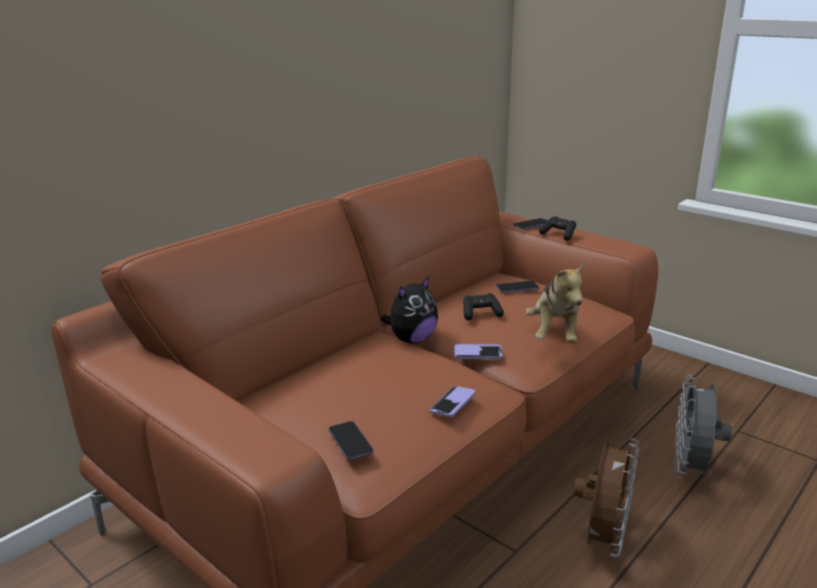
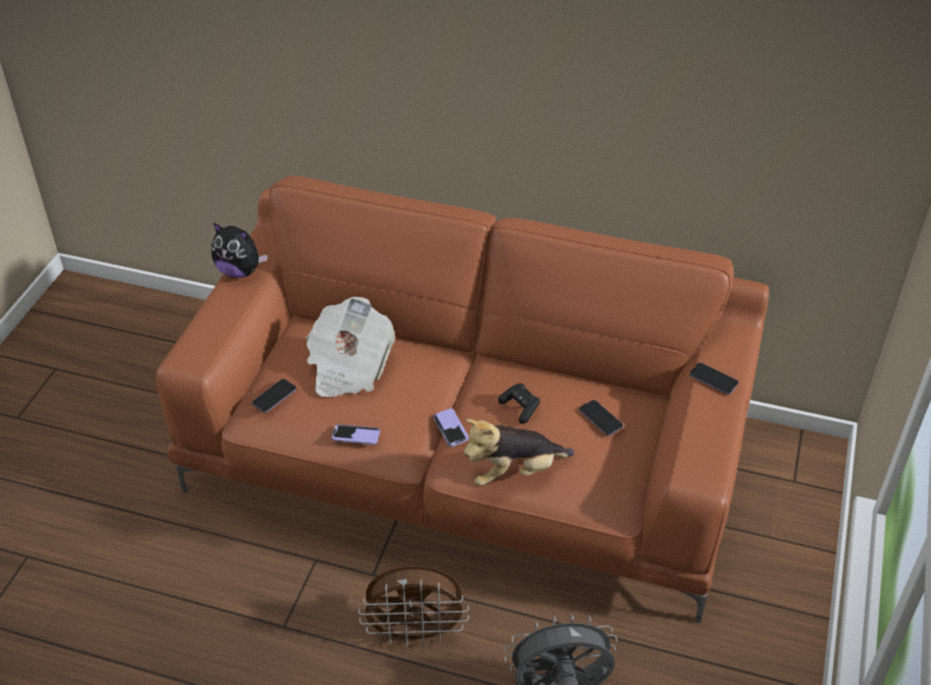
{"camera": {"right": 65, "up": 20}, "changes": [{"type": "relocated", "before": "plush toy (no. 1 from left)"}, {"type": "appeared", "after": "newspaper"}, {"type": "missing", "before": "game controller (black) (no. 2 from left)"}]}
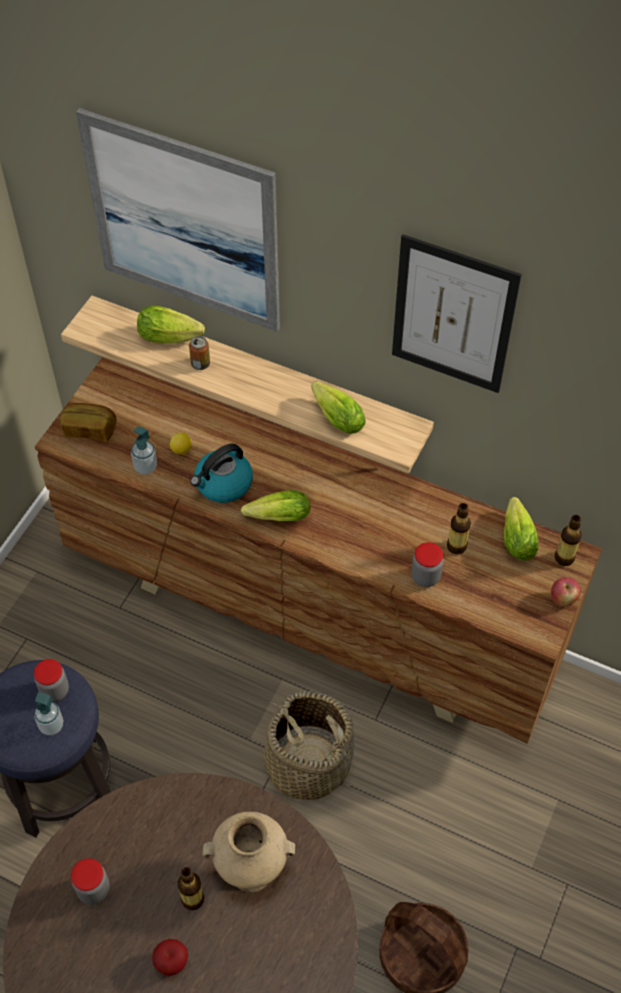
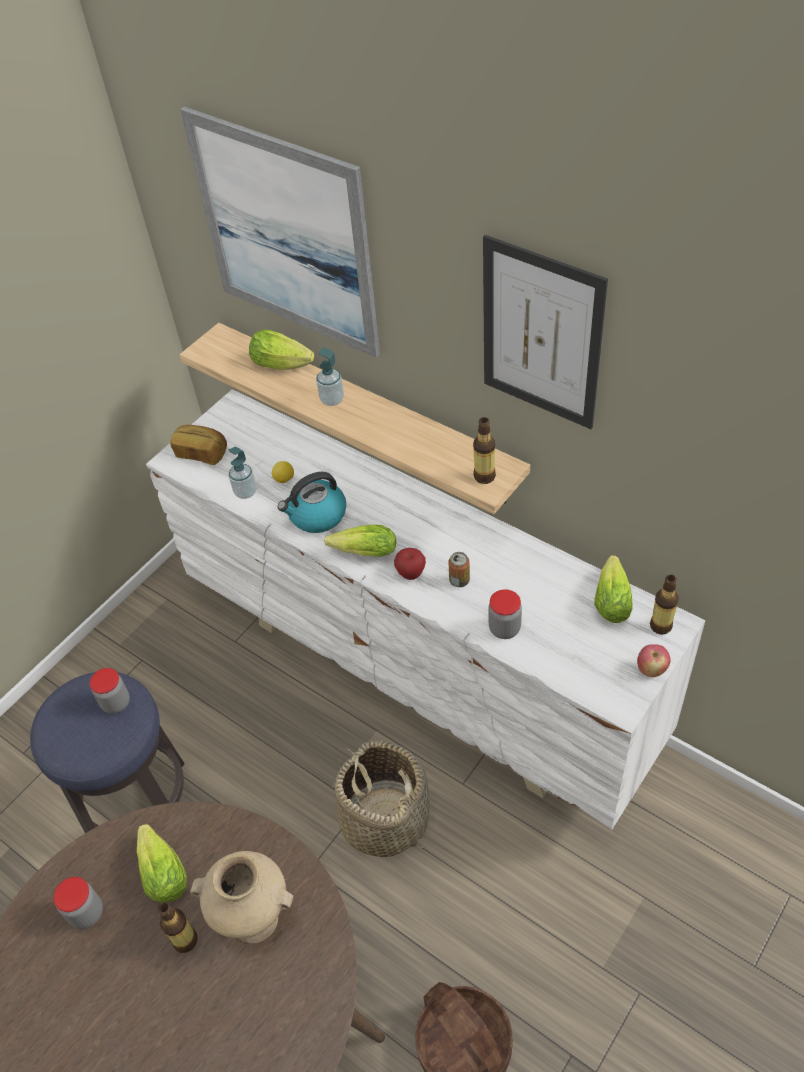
{"camera": {"right": 15, "up": -5}, "changes": [{"type": "relocated", "before": "lettuce (no. 3 from left in the first image)", "after": "lettuce (no. 1 from left)"}, {"type": "colour", "before": "cabinet (brown)", "after": "cabinet (white)"}, {"type": "relocated", "before": "soap dispenser (no. 1 from left in the first image)", "after": "soap dispenser (no. 2 from left)"}, {"type": "relocated", "before": "apple (no. 1 from left)"}, {"type": "relocated", "before": "can"}, {"type": "relocated", "before": "bottle (no. 2 from left)"}]}
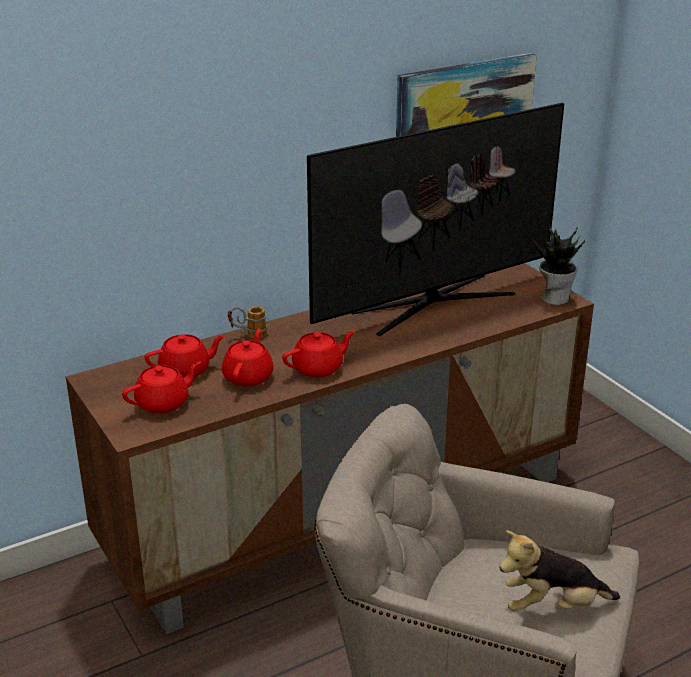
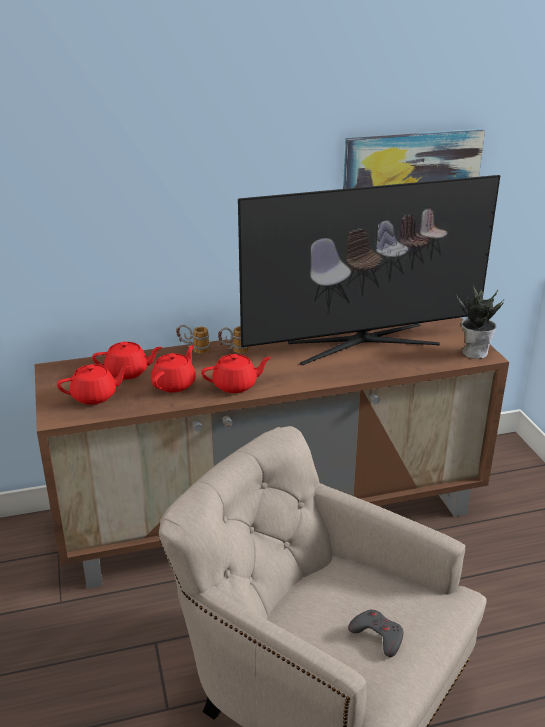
{"camera": {"right": 15, "up": 0}, "changes": [{"type": "appeared", "after": "mug (no. 2 from left)"}, {"type": "exchanged", "before": "plush toy", "after": "game controller (grey)"}]}
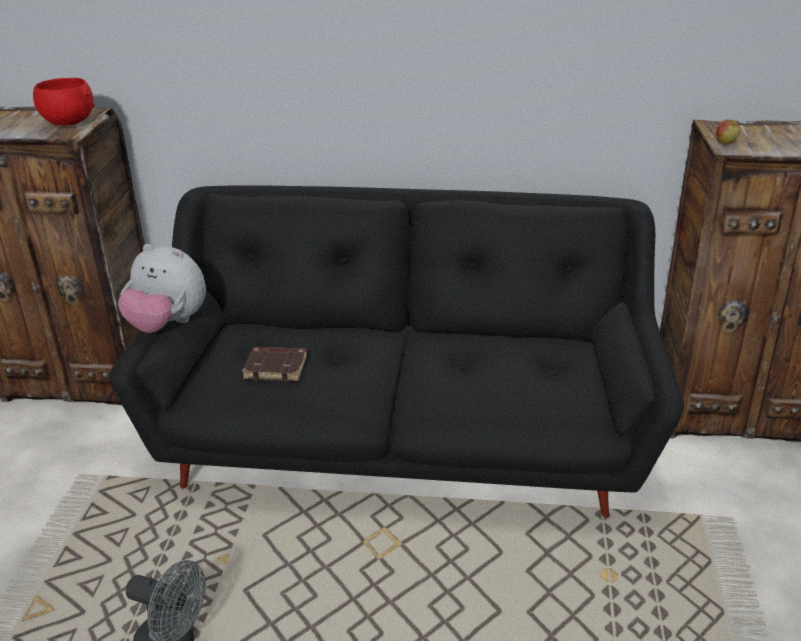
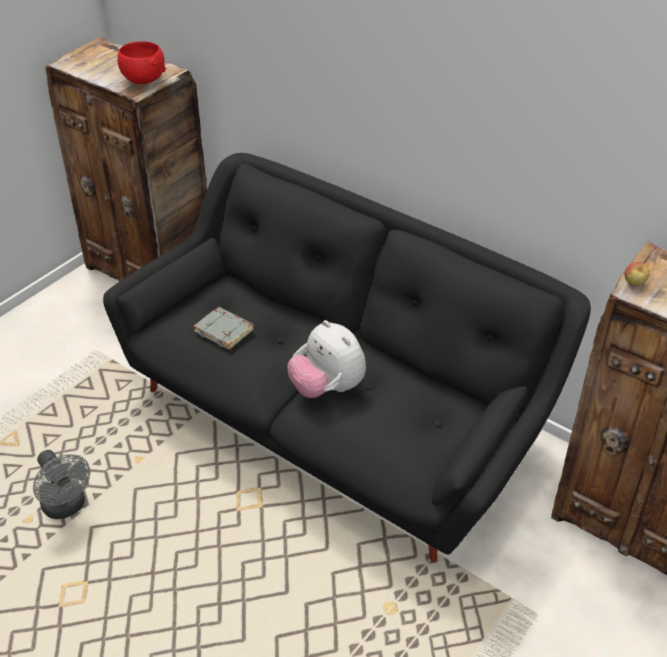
{"camera": {"right": 30, "up": 10}, "changes": [{"type": "colour", "before": "book (brown)", "after": "book (grey)"}, {"type": "relocated", "before": "plush toy"}]}
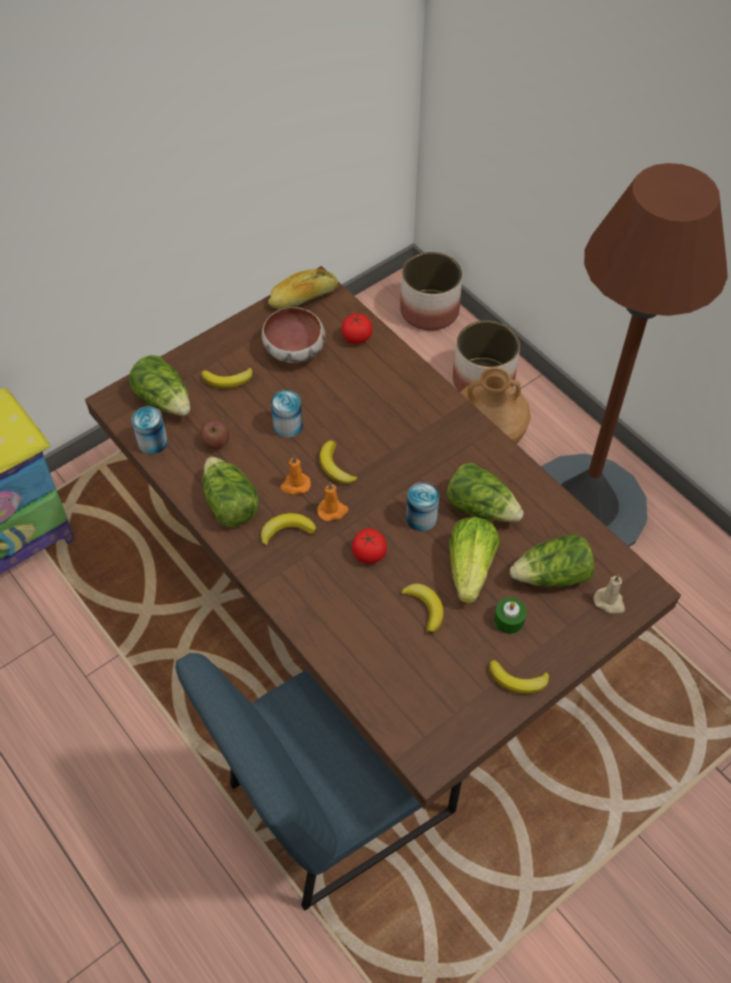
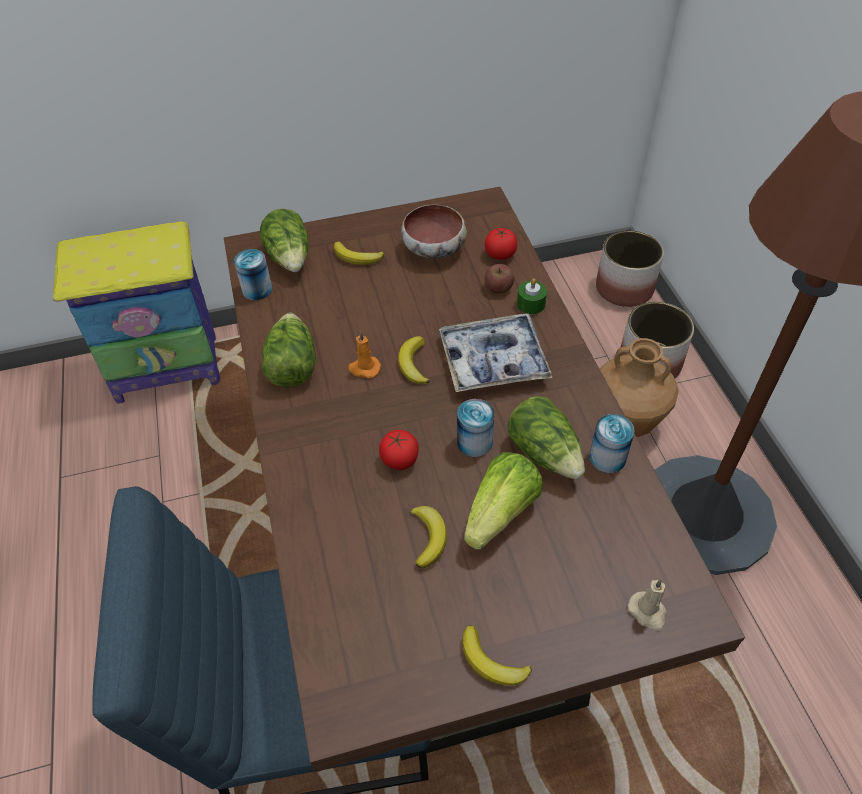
{"camera": {"right": 25, "up": -5}, "changes": [{"type": "appeared", "after": "tray"}, {"type": "relocated", "before": "apple"}, {"type": "relocated", "before": "candle (green)"}, {"type": "relocated", "before": "can (no. 2 from left in the first image)", "after": "can (no. 3 from left)"}, {"type": "missing", "before": "banana (no. 2 from left)"}, {"type": "missing", "before": "bread"}, {"type": "missing", "before": "candle (orange) (no. 2 from left)"}, {"type": "missing", "before": "lettuce (no. 5 from left)"}]}
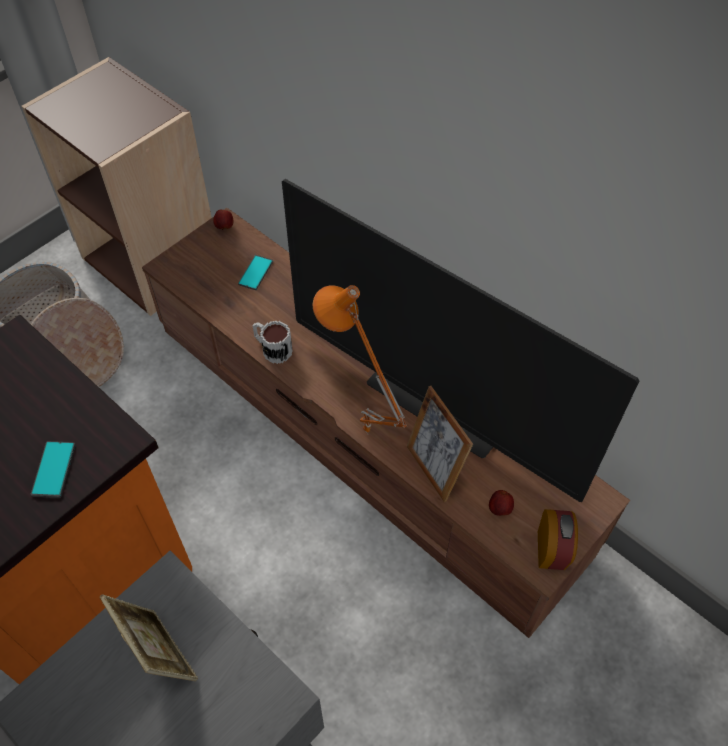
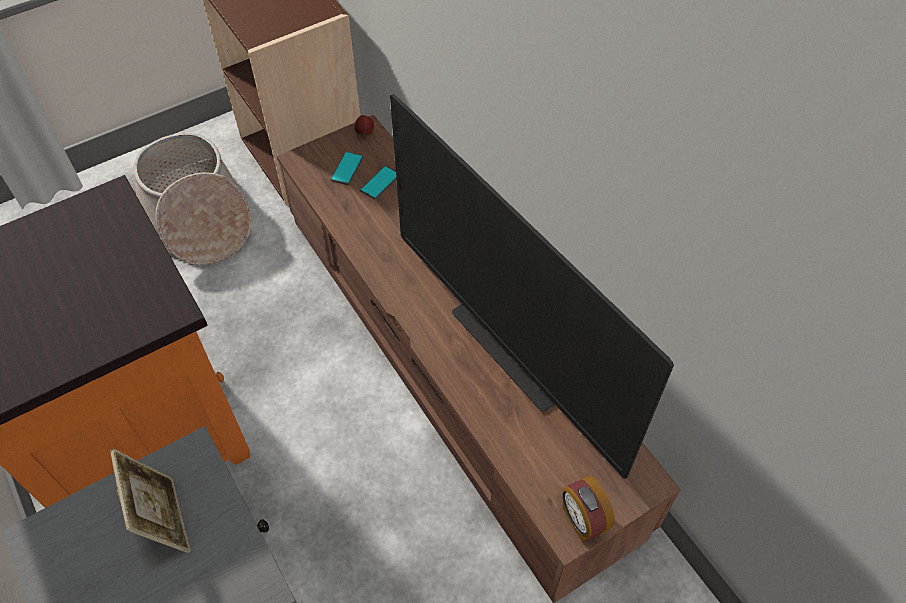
{"camera": {"right": 15, "up": 0}, "changes": [{"type": "relocated", "before": "phone (no. 1 from left)"}, {"type": "spun", "before": "alarm clock", "turn": 135}, {"type": "missing", "before": "mug"}, {"type": "missing", "before": "table lamp (orange)"}, {"type": "missing", "before": "picture frame (no. 2 from left)"}, {"type": "missing", "before": "apple (no. 2 from left)"}]}
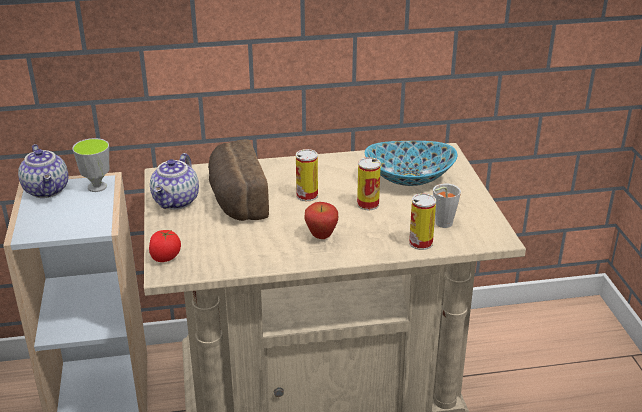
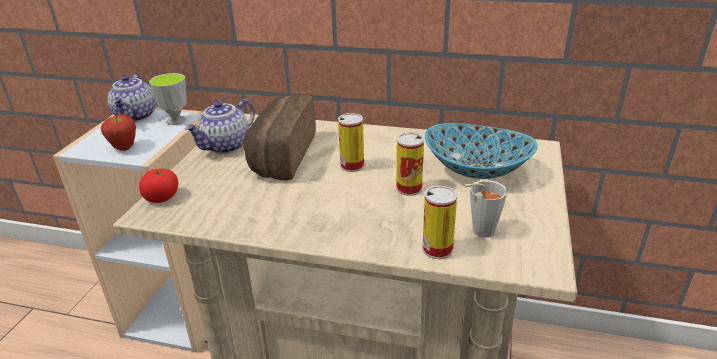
{"camera": {"right": 25, "up": 0}, "changes": [{"type": "relocated", "before": "apple"}]}
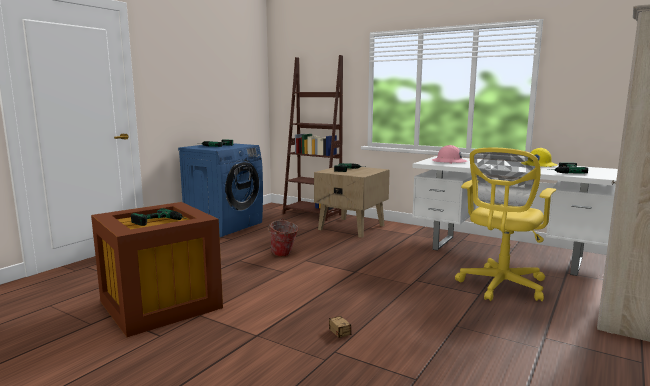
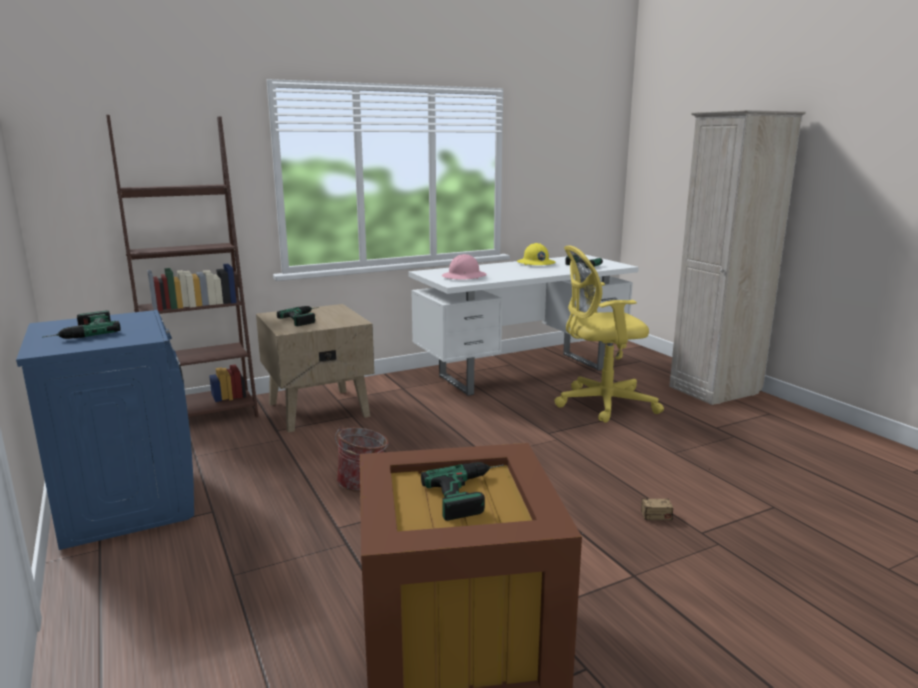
{"camera": {"right": -60, "up": 5}, "changes": [{"type": "spun", "before": "office chair (yellow)", "turn": 105}]}
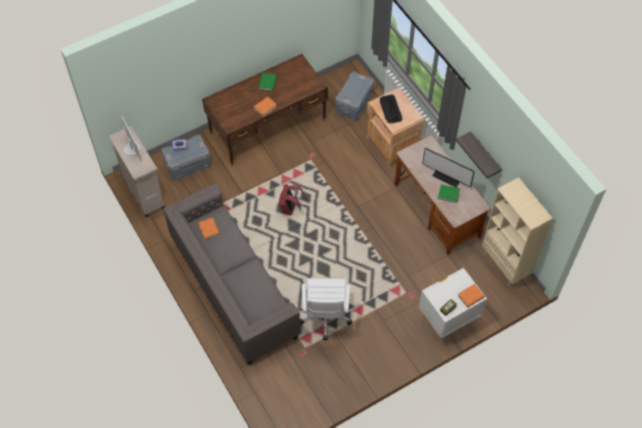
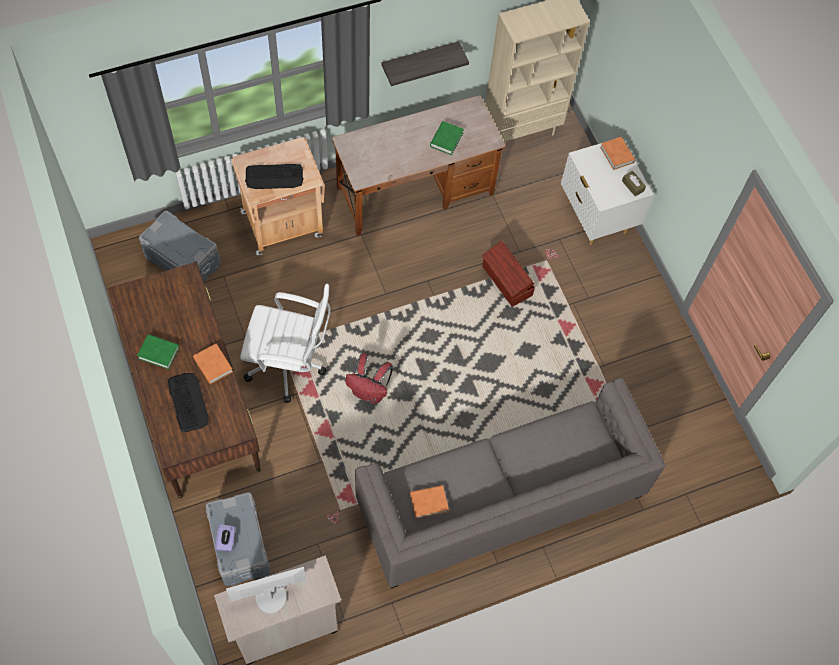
{"camera": {"right": -85, "up": 5}, "changes": [{"type": "appeared", "after": "keyboard (no. 1 from left)"}, {"type": "relocated", "before": "office chair (white)"}, {"type": "appeared", "after": "storage box (brown)"}, {"type": "missing", "before": "monitor (no. 2 from left)"}]}
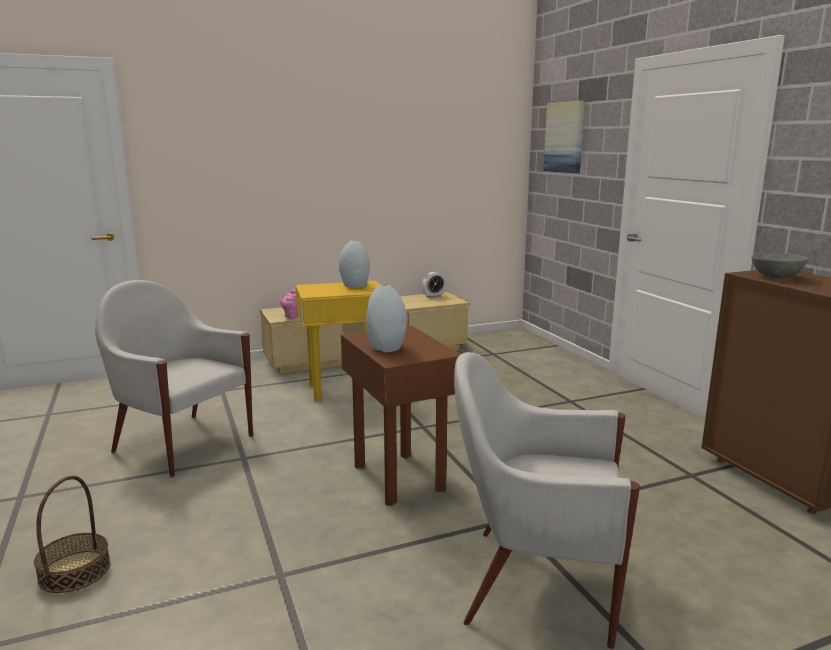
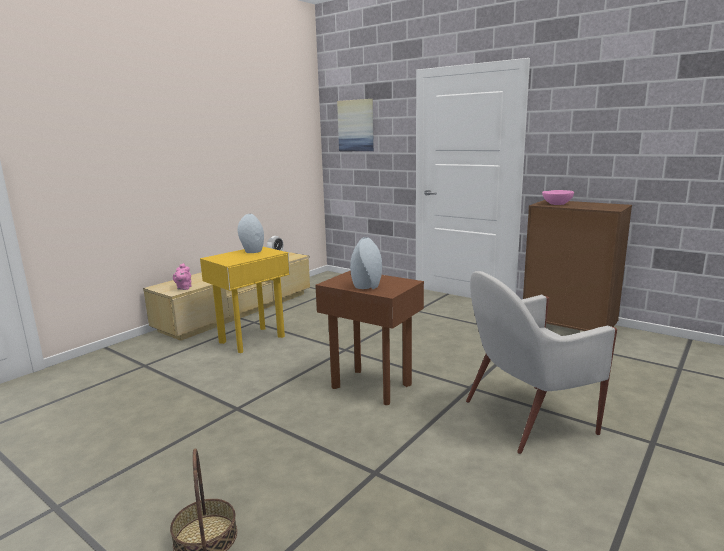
{"camera": {"right": -30, "up": 0}, "changes": [{"type": "colour", "before": "bowl (grey)", "after": "bowl (pink)"}, {"type": "missing", "before": "armchair (white) (no. 1 from left)"}]}
